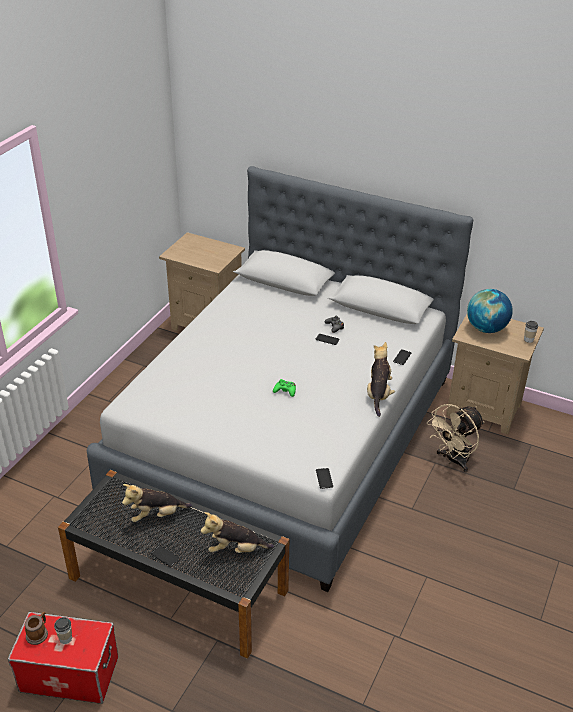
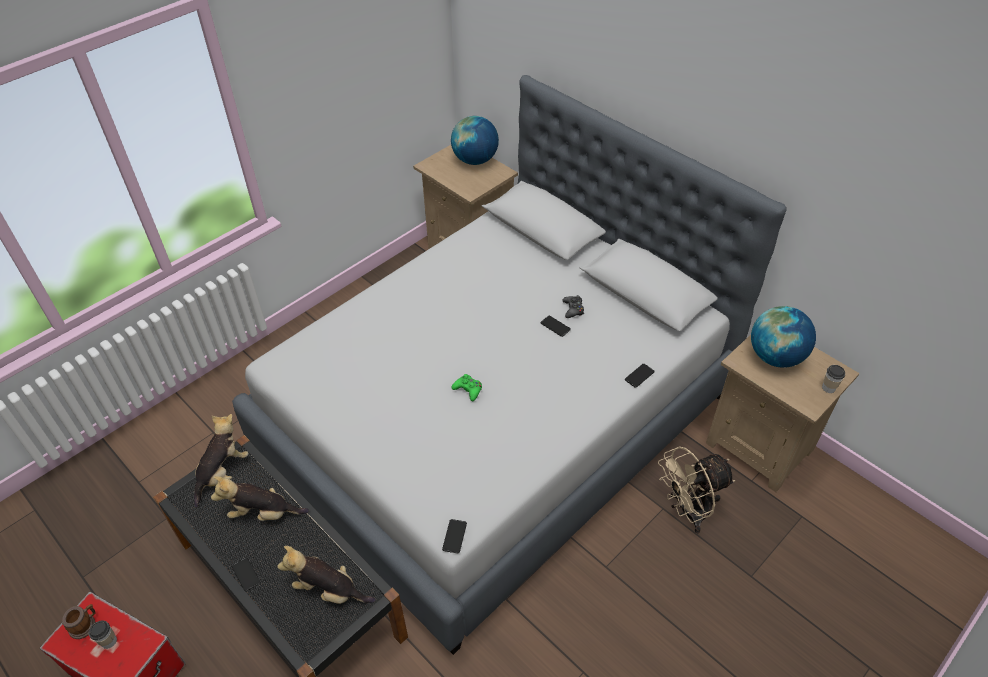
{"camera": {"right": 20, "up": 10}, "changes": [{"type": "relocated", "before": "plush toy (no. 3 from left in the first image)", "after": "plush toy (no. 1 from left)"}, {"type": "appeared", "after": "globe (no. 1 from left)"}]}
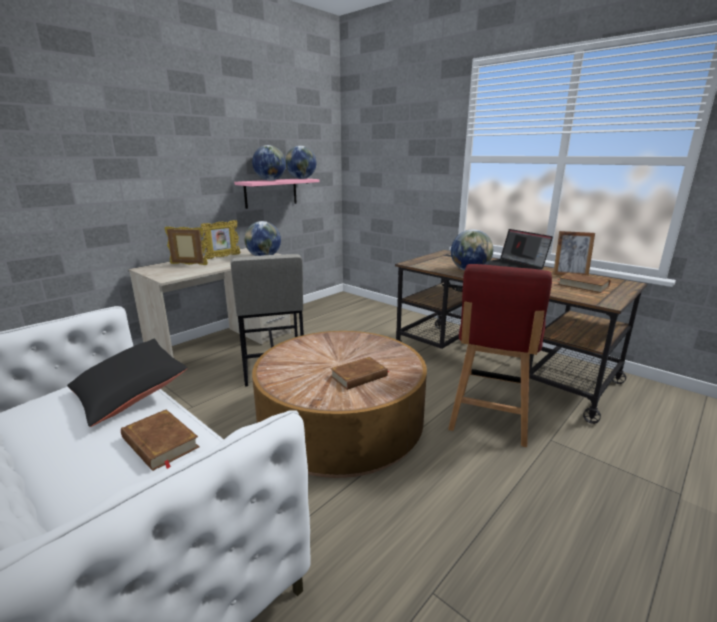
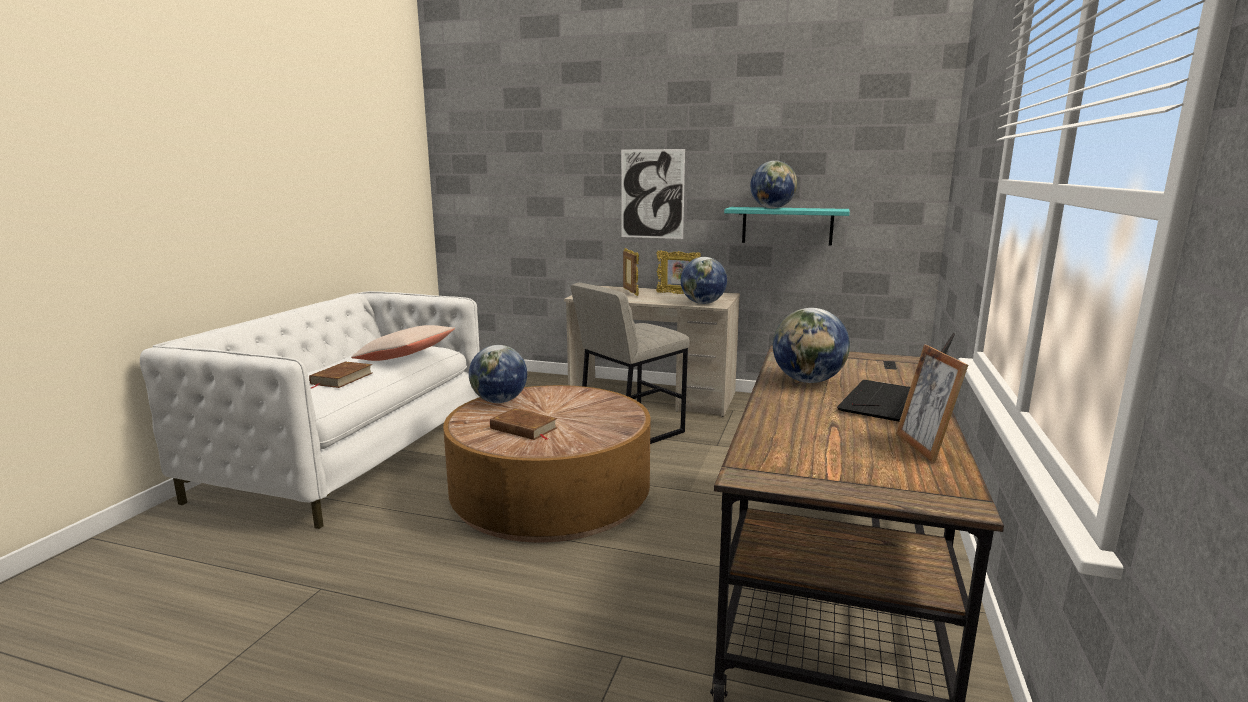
{"camera": {"right": 65, "up": -5}, "changes": [{"type": "colour", "before": "pillow (black)", "after": "pillow (beige)"}, {"type": "relocated", "before": "globe (no. 3 from left in the first image)", "after": "globe (no. 1 from left)"}, {"type": "appeared", "after": "picture"}, {"type": "colour", "before": "shelf (pink)", "after": "shelf (turquoise)"}, {"type": "missing", "before": "chair (red)"}, {"type": "missing", "before": "book (brown) (no. 3 from left)"}]}
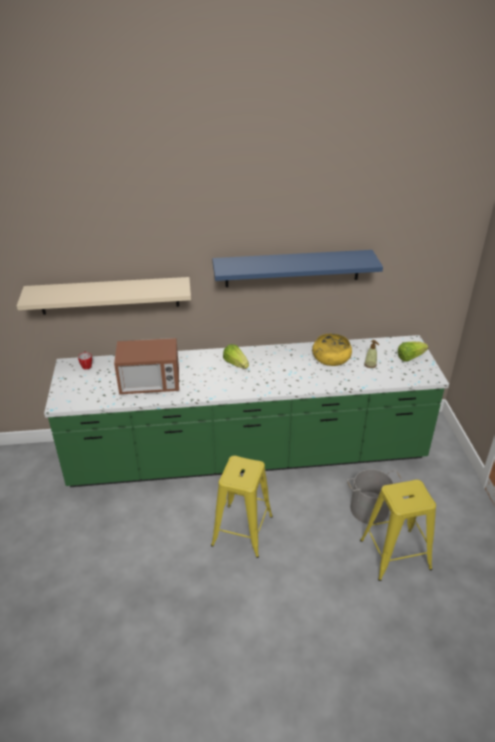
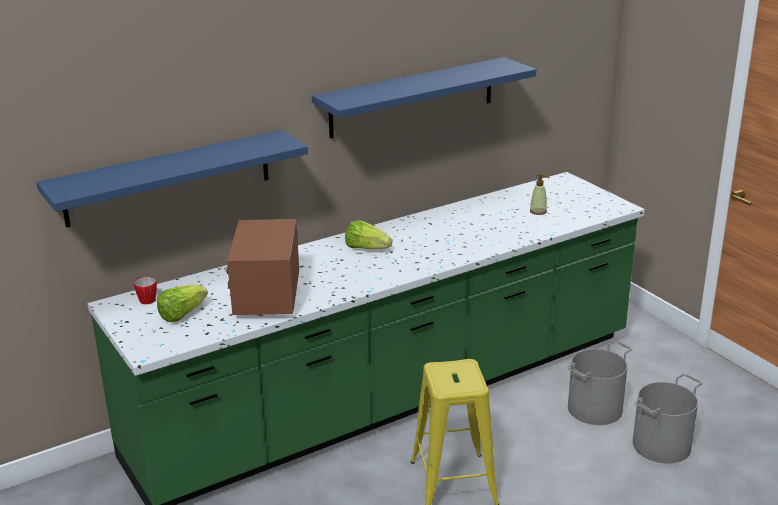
{"camera": {"right": -25, "up": -10}, "changes": [{"type": "colour", "before": "shelf (beige)", "after": "shelf (blue) (no. 1 from left)"}, {"type": "relocated", "before": "lettuce (no. 2 from left in the first image)", "after": "lettuce (no. 1 from left)"}, {"type": "spun", "before": "microwave", "turn": 120}, {"type": "exchanged", "before": "stool (yellow) (no. 2 from left)", "after": "bucket (grey) (no. 2 from left)"}, {"type": "missing", "before": "bowl (yellow)"}]}
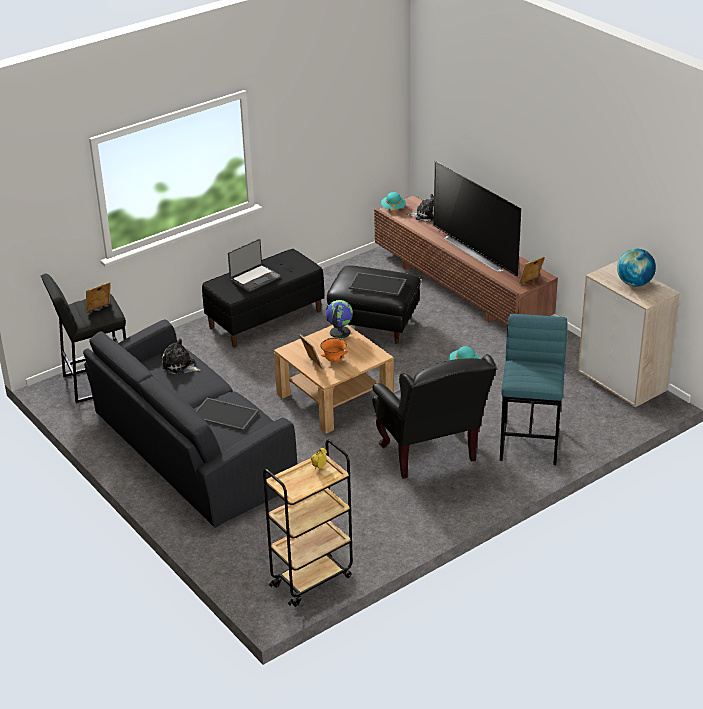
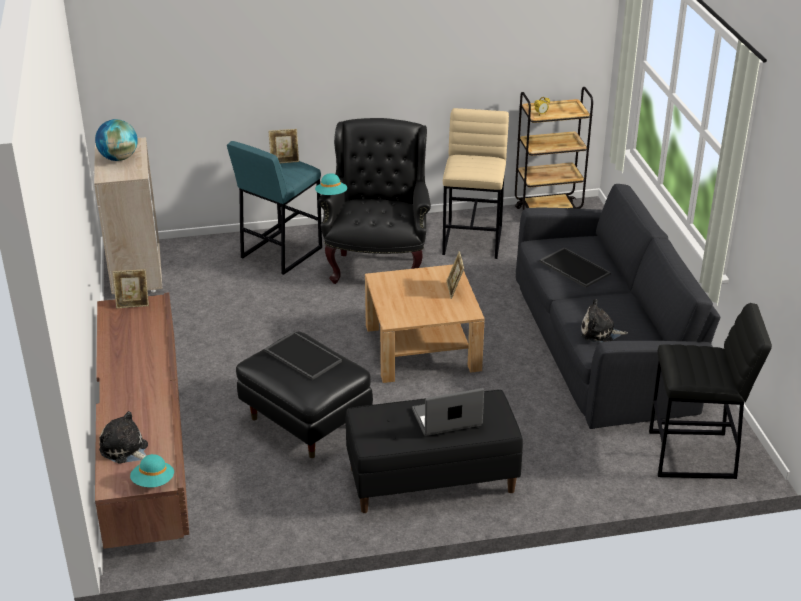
{"camera": {"right": -155, "up": 0}, "changes": [{"type": "relocated", "before": "picture frame (no. 1 from left in the first image)", "after": "picture frame (no. 2 from left)"}, {"type": "appeared", "after": "stool (beige)"}, {"type": "spun", "before": "plush toy (no. 1 from left in the first image)", "turn": 135}, {"type": "missing", "before": "bowl (orange)"}, {"type": "missing", "before": "globe (no. 1 from left)"}, {"type": "missing", "before": "television"}]}
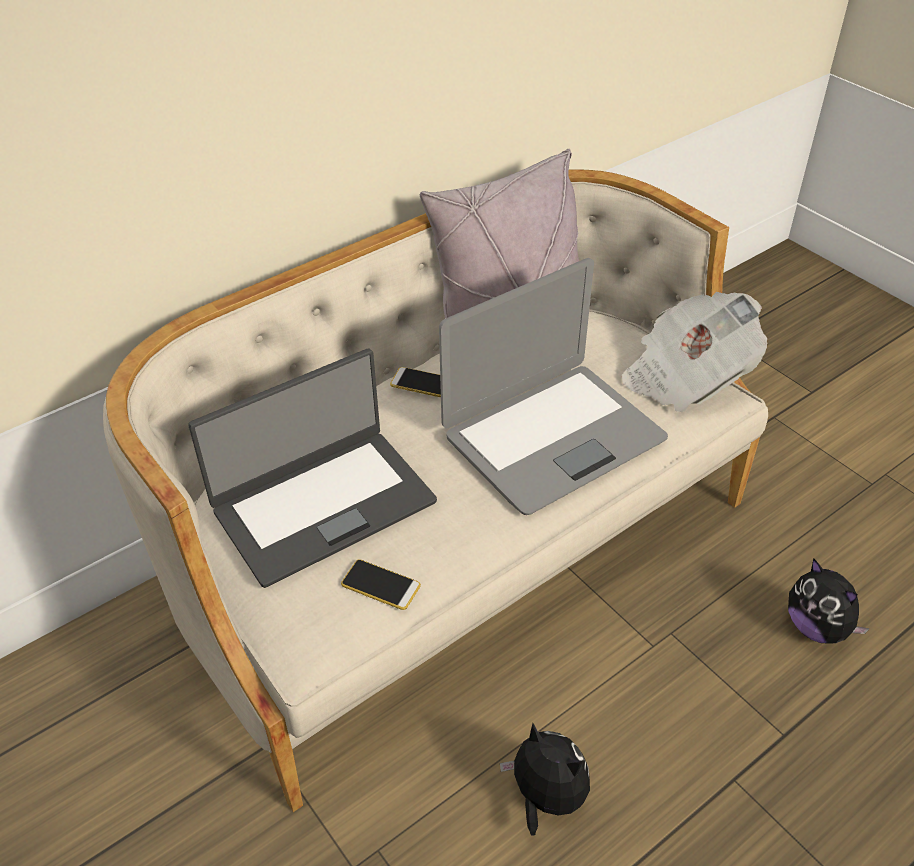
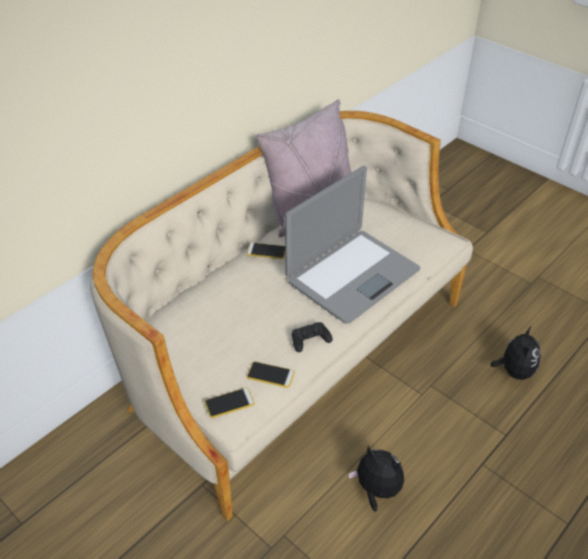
{"camera": {"right": -10, "up": 0}, "changes": [{"type": "appeared", "after": "phone (no. 1 from left)"}, {"type": "appeared", "after": "game controller (black)"}, {"type": "spun", "before": "plush toy (no. 2 from left)", "turn": -120}, {"type": "missing", "before": "laptop (no. 1 from left)"}, {"type": "missing", "before": "newspaper"}]}
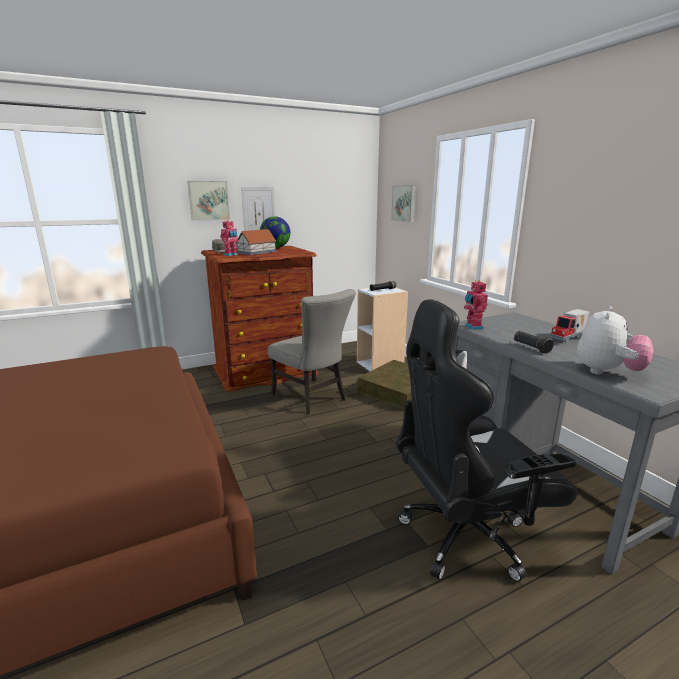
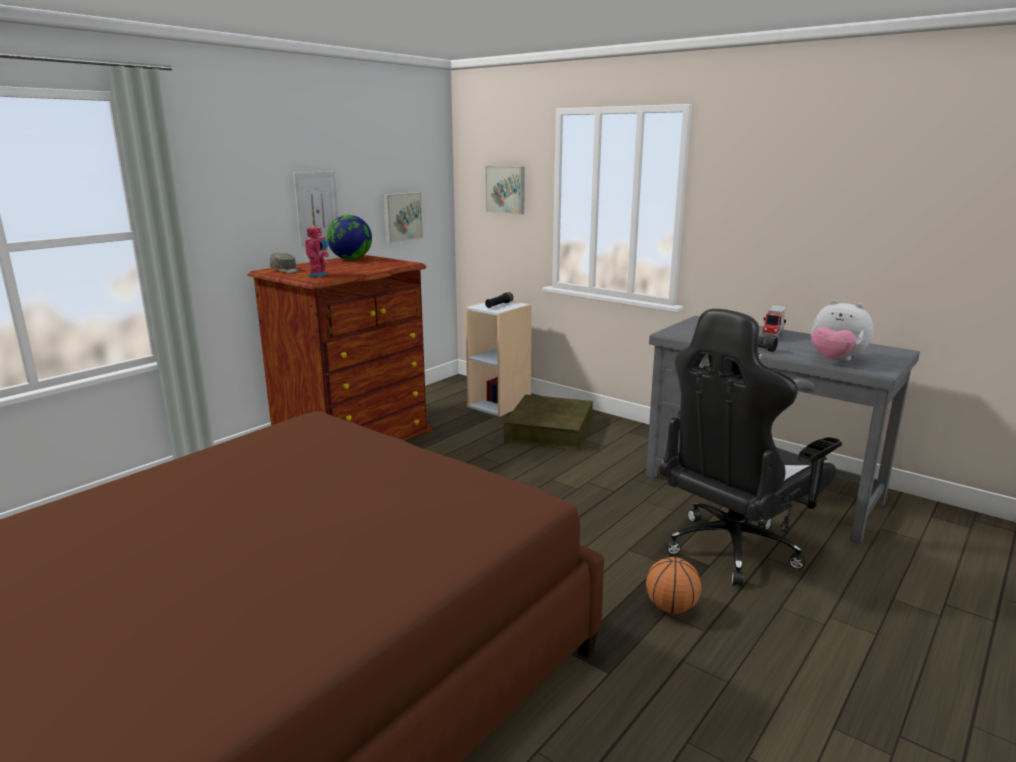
{"camera": {"right": -25, "up": 0}, "changes": [{"type": "relocated", "before": "picture (no. 1 from left in the first image)", "after": "picture (no. 2 from left)"}, {"type": "appeared", "after": "basketball"}, {"type": "spun", "before": "plush toy", "turn": 120}, {"type": "missing", "before": "toy house"}, {"type": "missing", "before": "chair (grey)"}, {"type": "missing", "before": "toy robot (no. 2 from left)"}]}
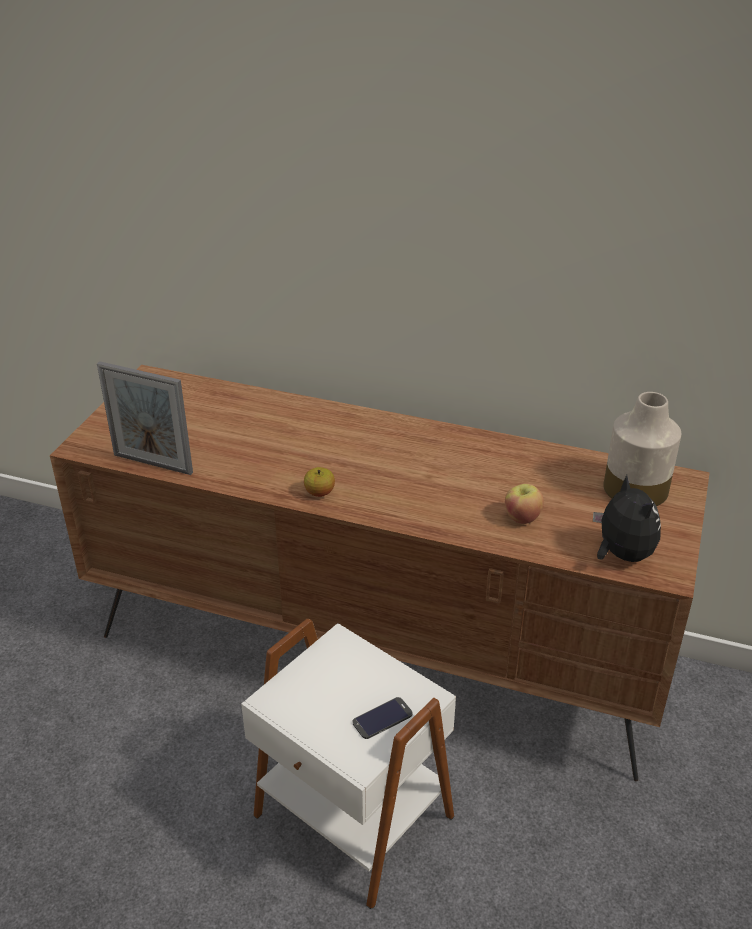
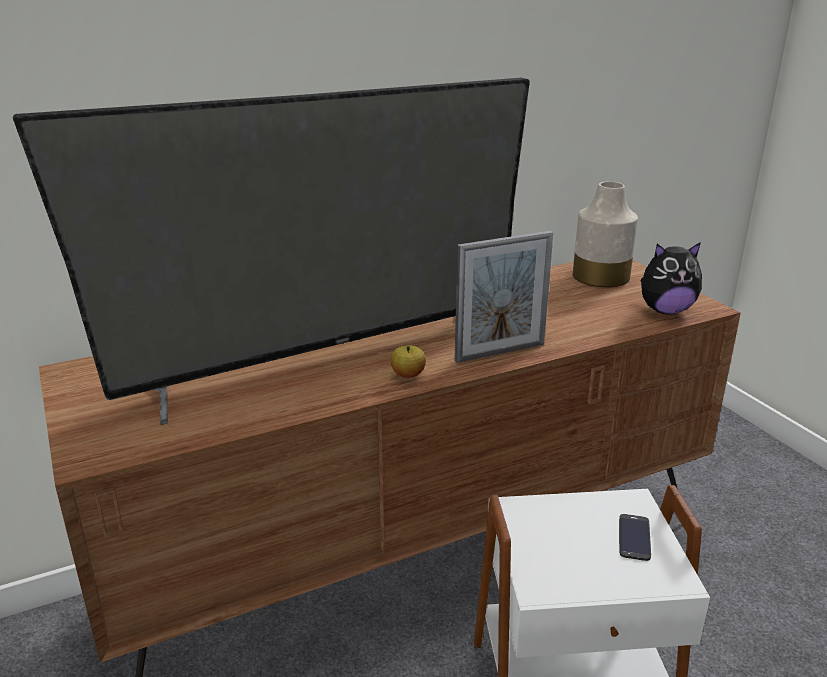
{"camera": {"right": -45, "up": -10}, "changes": [{"type": "appeared", "after": "television"}, {"type": "relocated", "before": "picture frame"}, {"type": "spun", "before": "plush toy", "turn": 150}, {"type": "missing", "before": "apple (no. 2 from left)"}]}
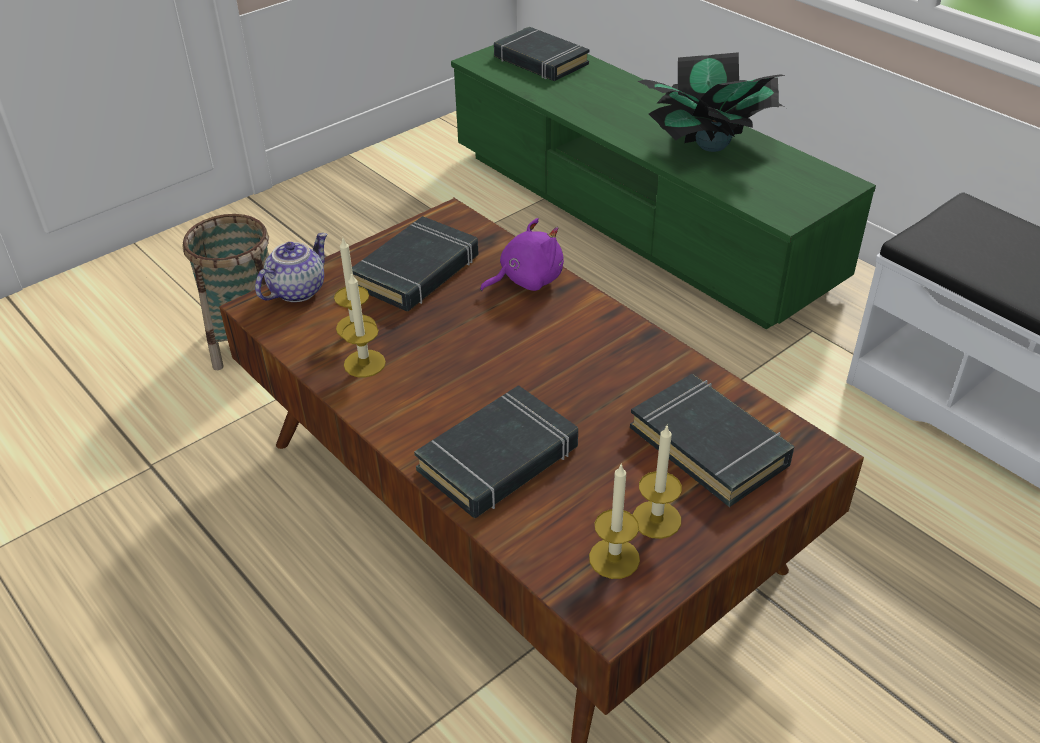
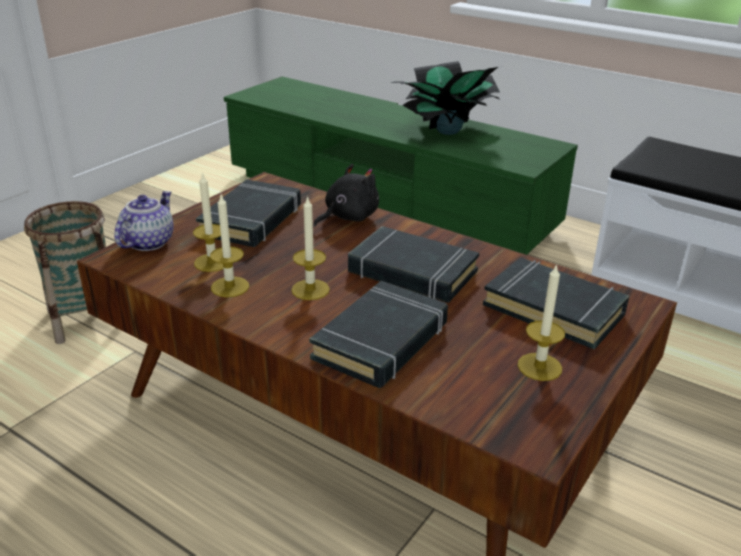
{"camera": {"right": -15, "up": -10}, "changes": [{"type": "relocated", "before": "candle (no. 3 from left)"}, {"type": "colour", "before": "plush toy (purple)", "after": "plush toy (black)"}, {"type": "relocated", "before": "book (black) (no. 3 from left)"}]}
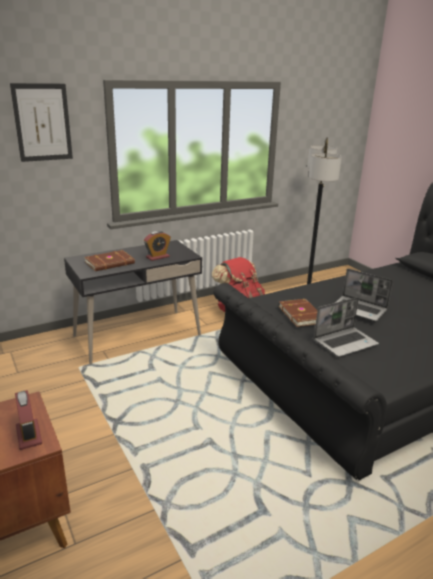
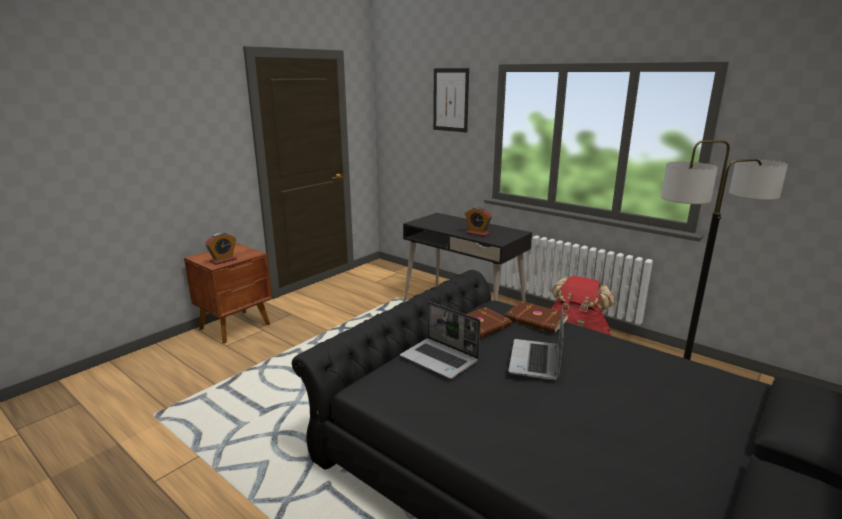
{"camera": {"right": 70, "up": -5}, "changes": [{"type": "relocated", "before": "book (brown) (no. 1 from left in the first image)", "after": "book (brown) (no. 2 from left)"}]}
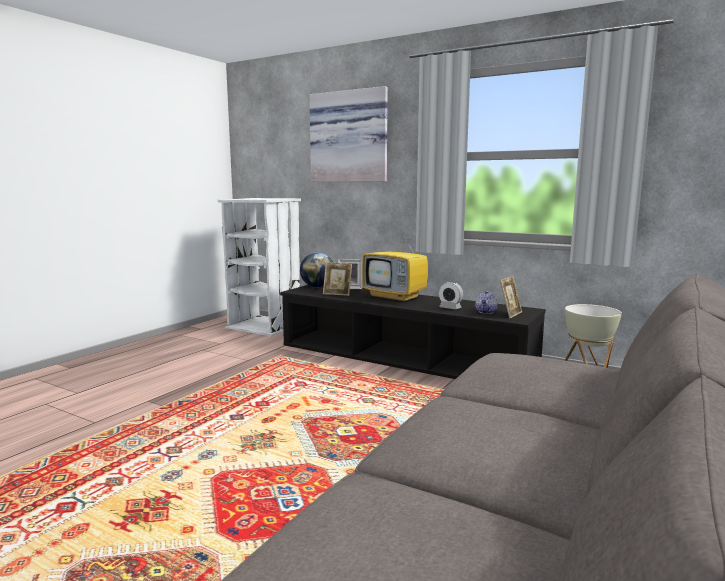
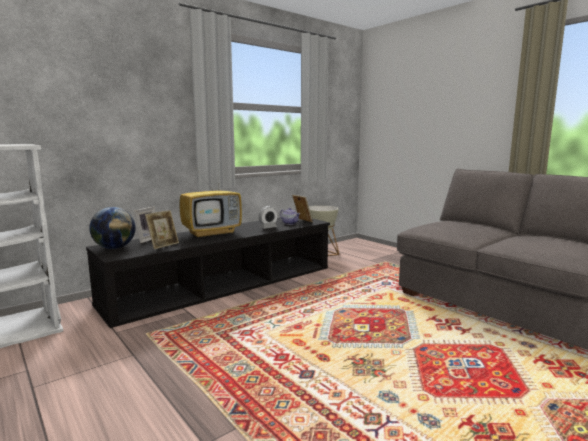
{"camera": {"right": -70, "up": 0}, "changes": [{"type": "missing", "before": "picture"}]}
